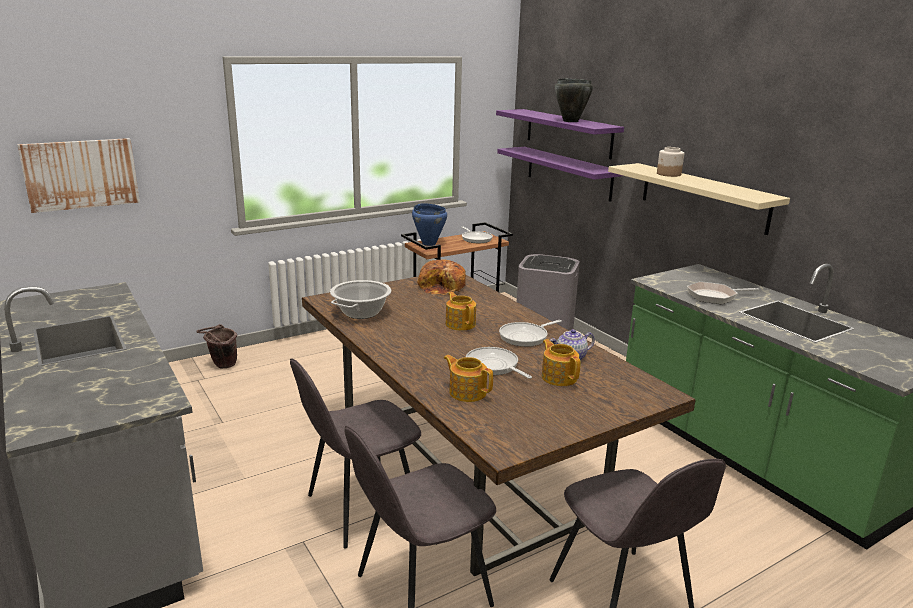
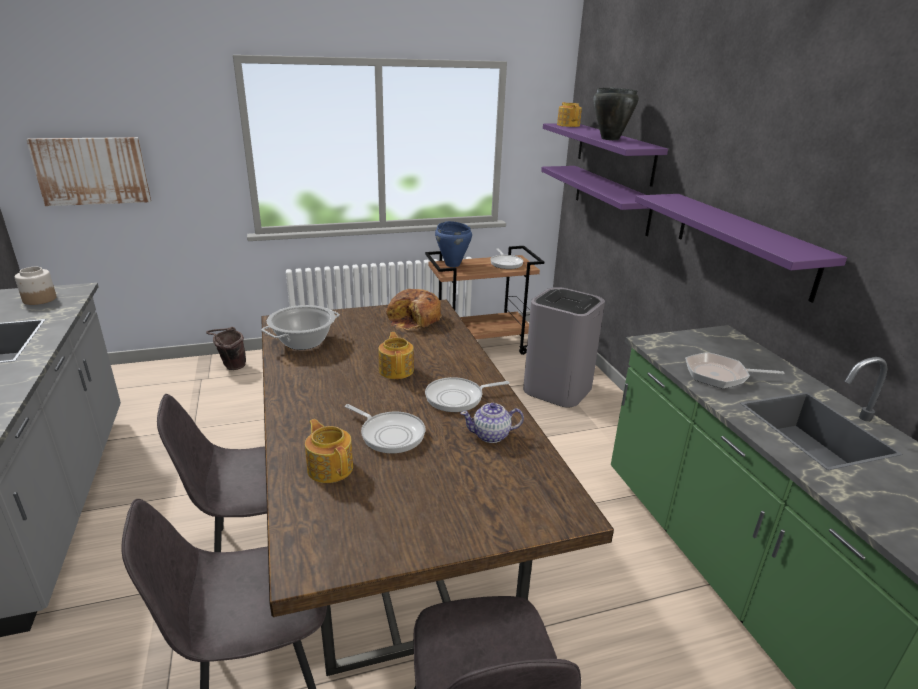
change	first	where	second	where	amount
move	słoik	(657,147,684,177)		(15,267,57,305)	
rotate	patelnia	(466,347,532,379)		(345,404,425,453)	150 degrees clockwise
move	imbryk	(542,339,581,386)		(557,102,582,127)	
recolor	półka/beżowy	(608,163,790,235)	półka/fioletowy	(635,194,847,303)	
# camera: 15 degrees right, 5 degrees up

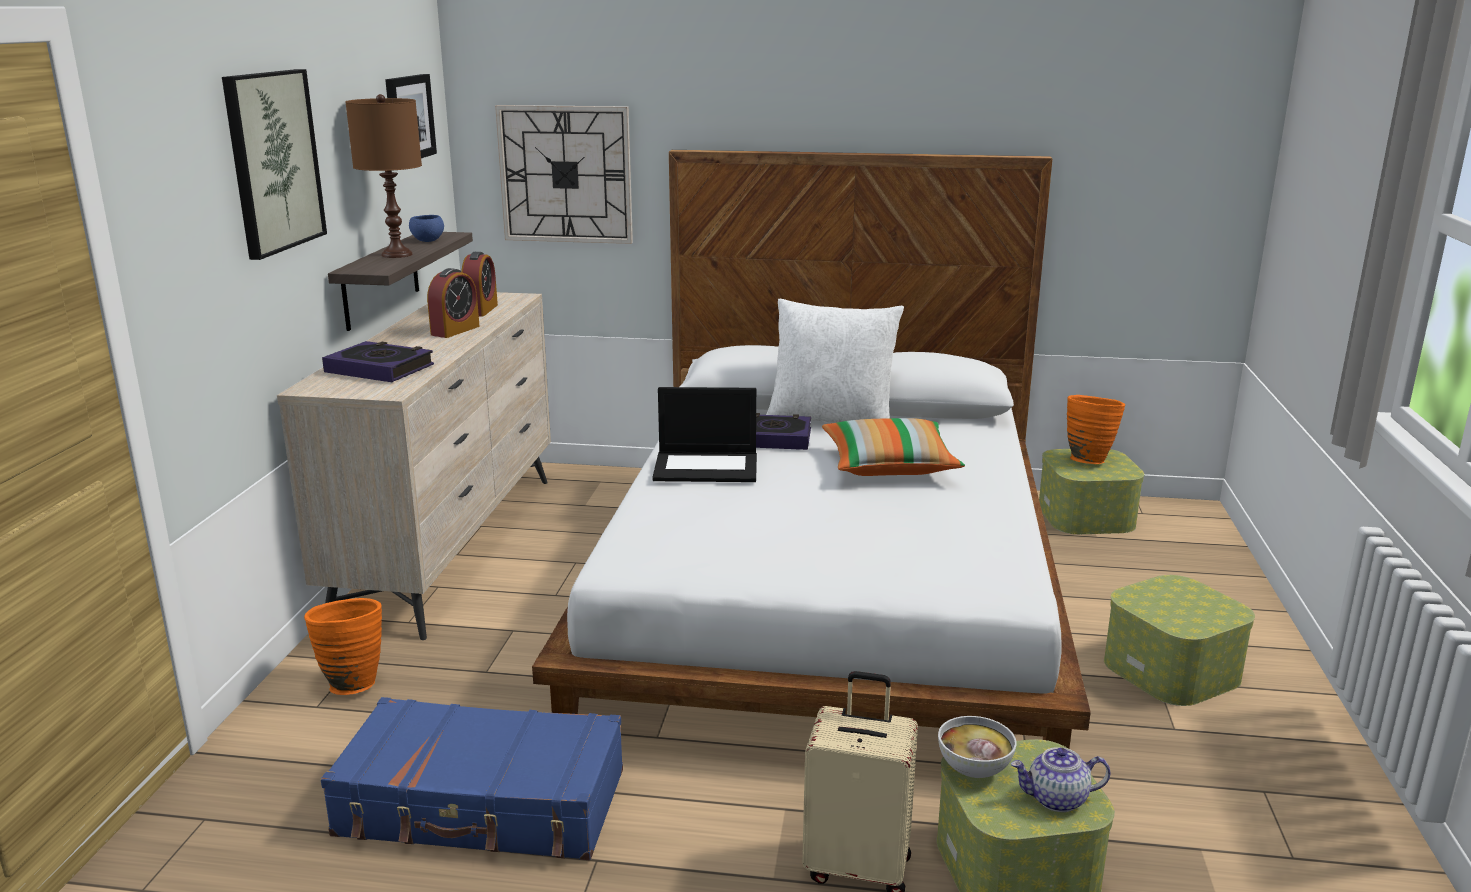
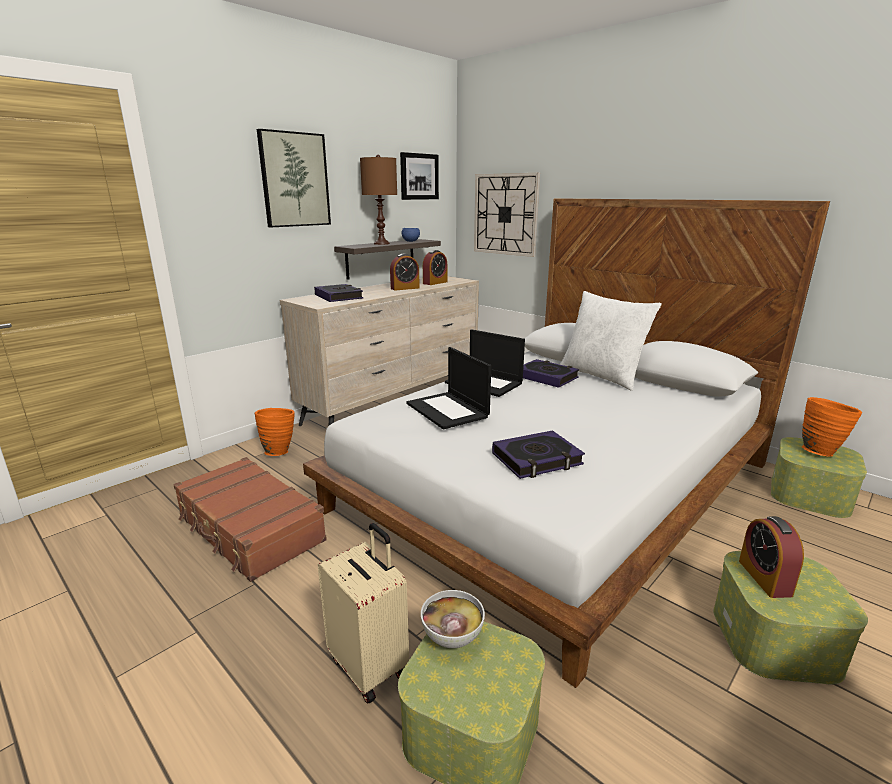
change	first	where	second	where	amount
recolor	walizka/niebieski	(321,697,623,861)	walizka/brązowy	(173,457,327,582)	
insert			laptop	(406,347,491,429)	
insert			książka	(492,430,585,479)	
insert			budzik	(739,516,804,598)	
delete	poduszka	(822,418,965,476)			
delete	imbryk	(1011,747,1110,812)			
# camera: 35 degrees right, 0 degrees up

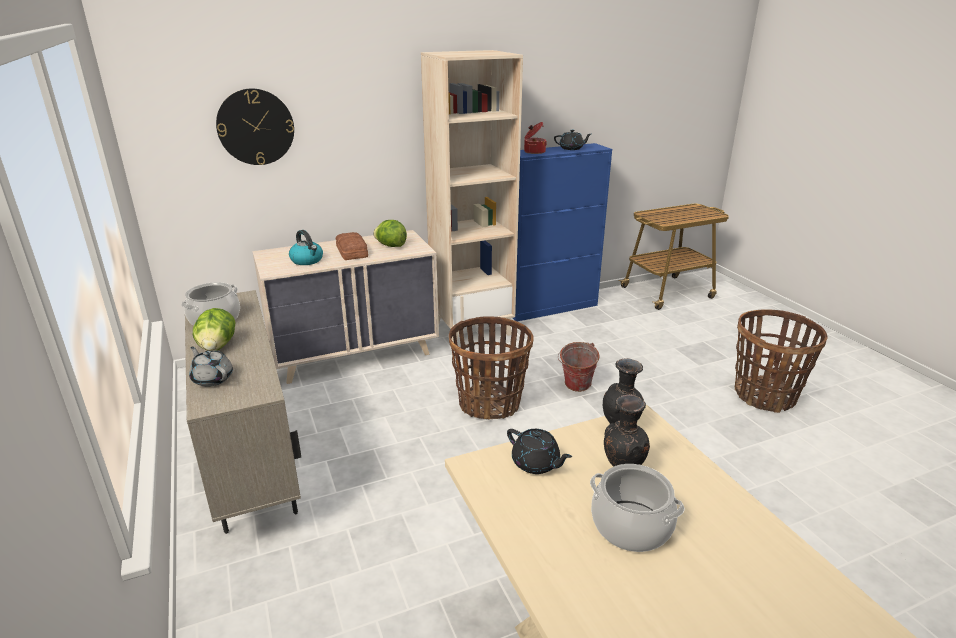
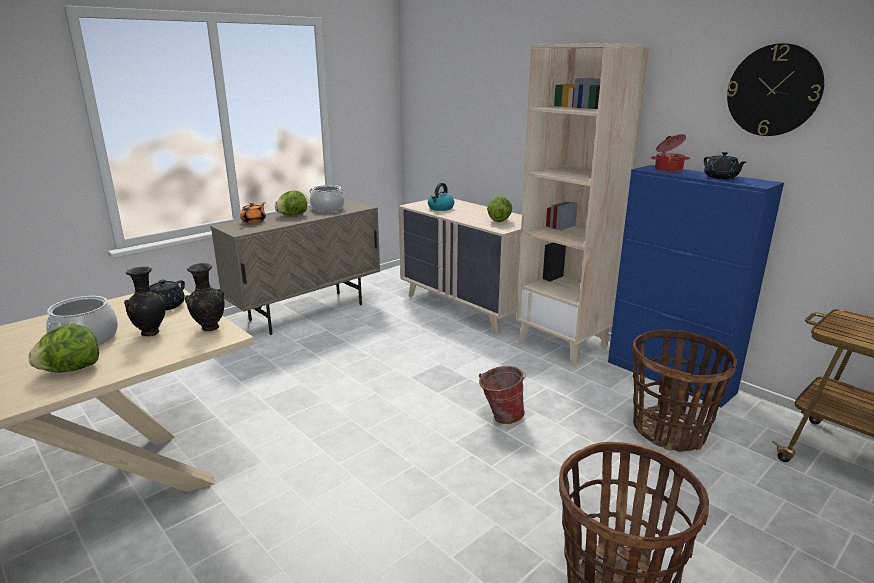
change	first	where	second	where	amount
insert			sałata	(28,324,99,372)	
recolor	imbryk/szary	(189,347,233,387)	imbryk/pomarańczowy	(240,202,266,224)	
move	koszyk	(449,316,534,420)		(632,329,737,452)	
move	zegar ścienny	(216,89,294,165)		(727,43,824,136)	
delete	chleb	(336,232,368,260)			
# camera: 70 degrees right, 5 degrees down

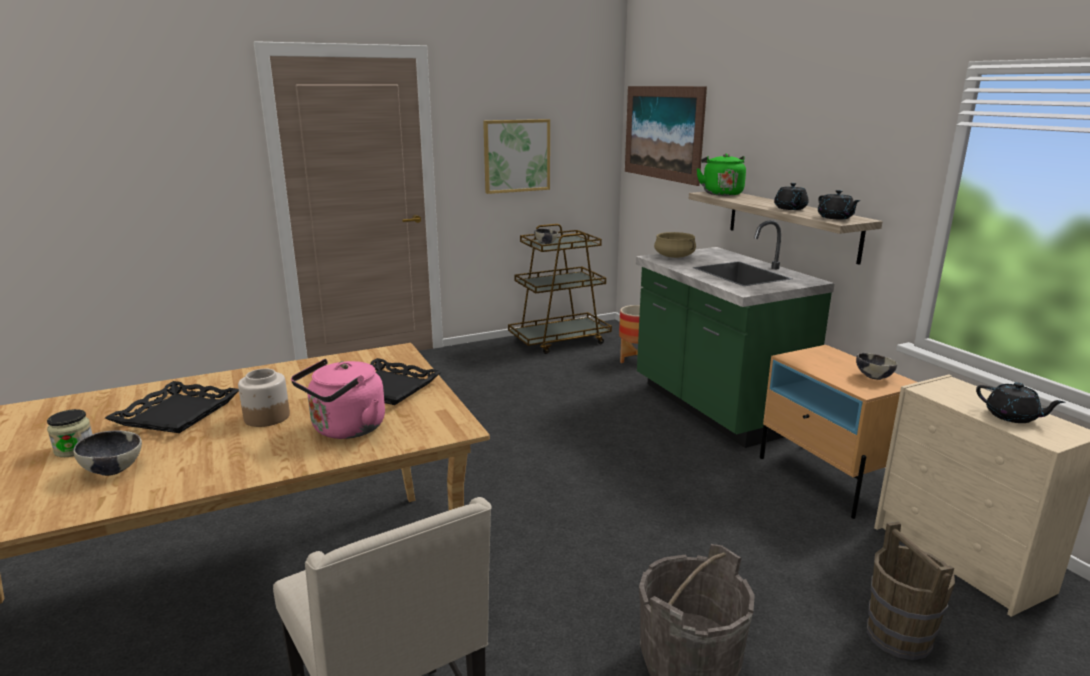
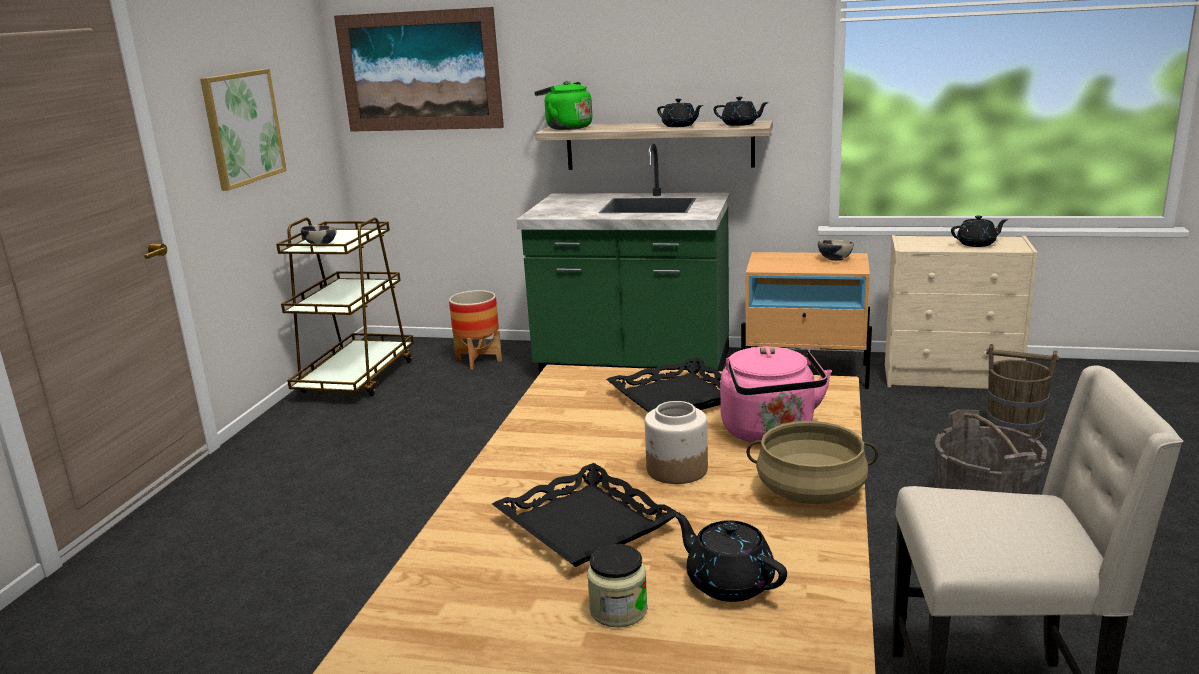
change	first	where	second	where	amount
replace	miska	(73,430,142,476)	imbryk/czarny	(673,512,787,602)	
move	garnek/beżowy	(654,232,696,258)		(746,421,878,504)	
# camera: 50 degrees left, 0 degrees up

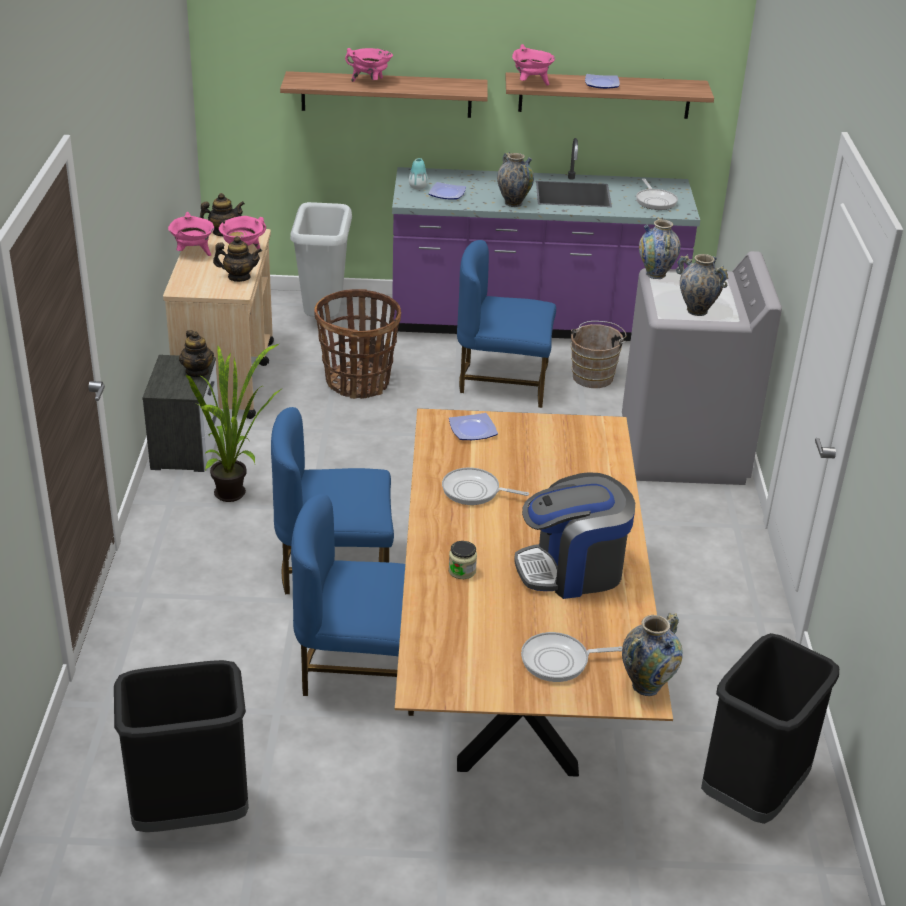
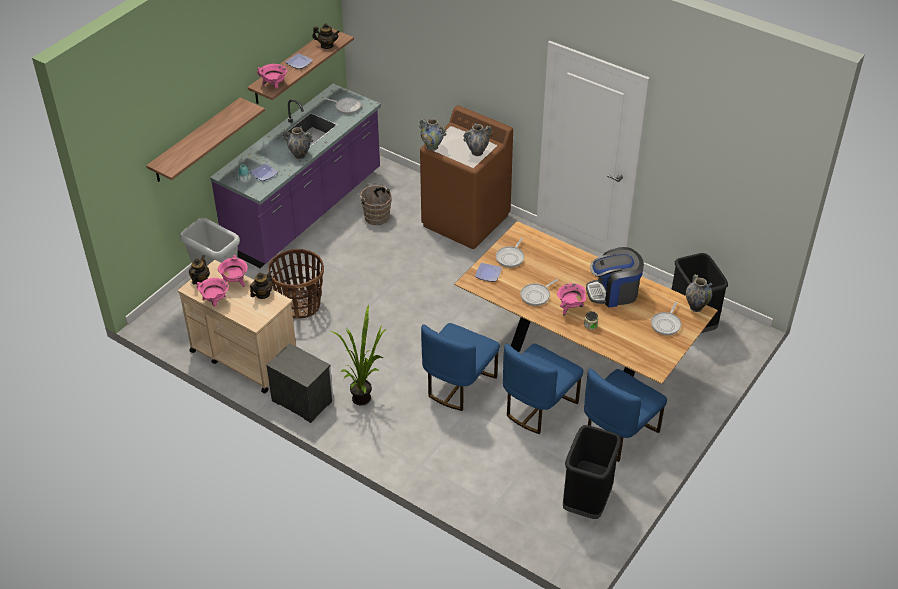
change	first	where	second	where	amount
move	imbryk	(179,330,214,378)		(312,23,340,49)	
recolor	pralka/szary	(622,251,782,485)	pralka/brązowy	(420,106,513,249)	
insert			patelnia	(496,237,524,268)	
move	garnek/różowy	(345,48,393,82)		(557,283,587,316)	
move	krzesło/niebieski	(457,240,556,408)		(584,369,667,462)	
rotate	ekspres do kawy	(514,472,635,599)		(586,247,644,308)	60 degrees clockwise
# camera: 55 degrees left, 10 degrees up

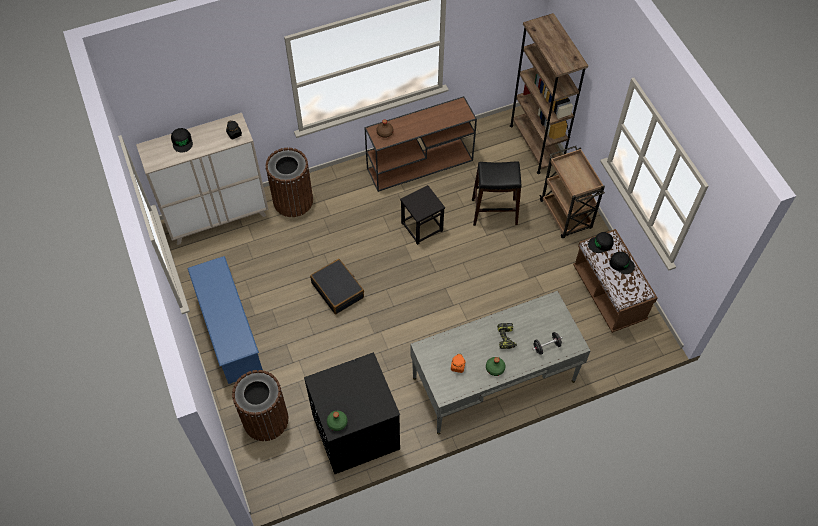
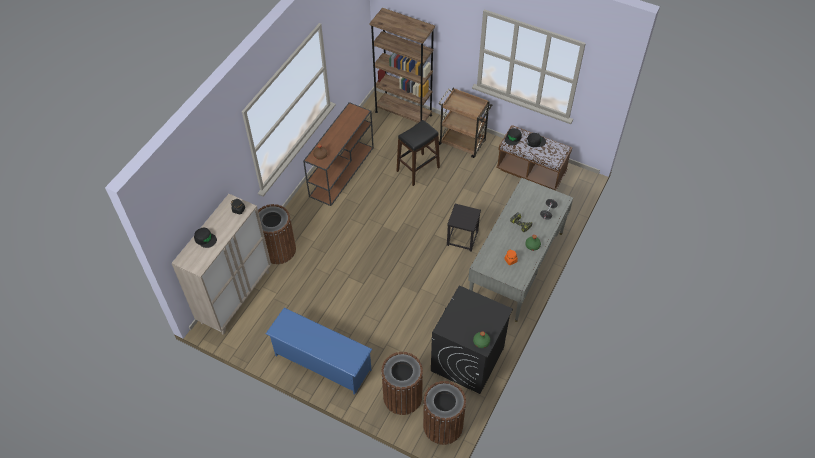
change	first	where	second	where	amount
insert			kosz na śmieci/brązowy	(423,381,466,445)	
move	stołek/czarny	(400,185,445,245)		(447,204,481,252)	
delete	walizka/czarny	(310,259,364,314)			
# camera: 40 degrees left, 5 degrees down

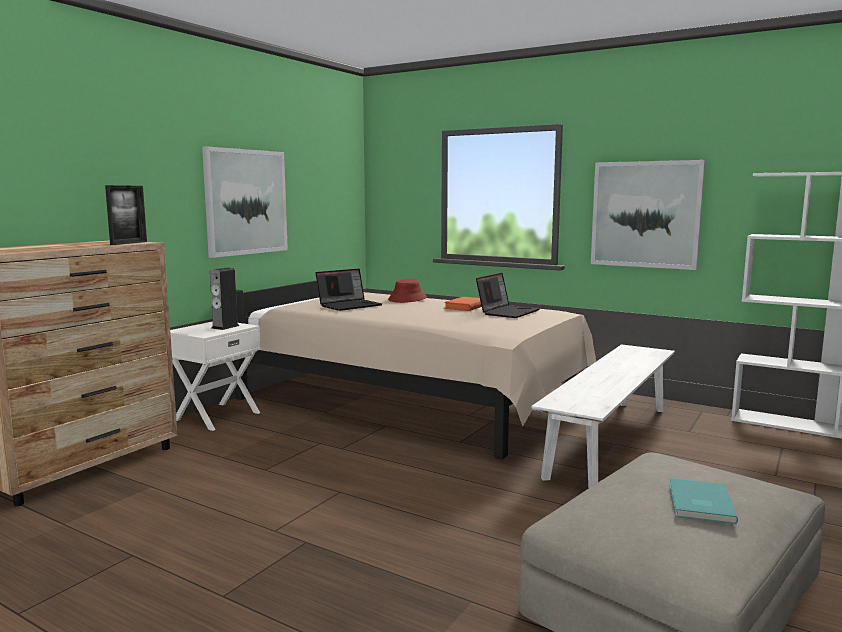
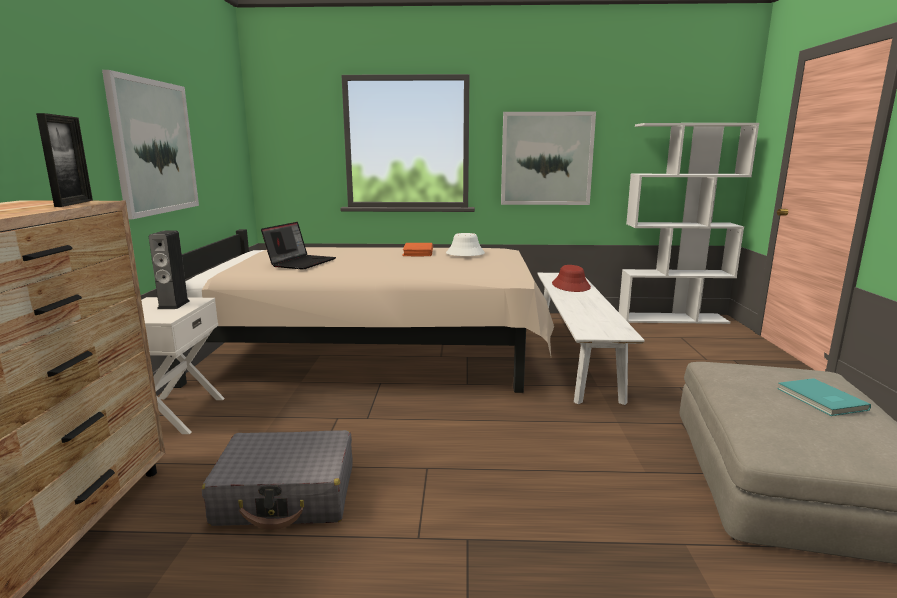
change	first	where	second	where	amount
insert			walizka/szary	(202,430,353,530)	
replace	laptop	(476,273,540,318)	kapelusz/biały	(446,233,485,256)	
move	kapelusz/czerwony	(388,279,427,303)		(552,265,591,292)	
# camera: 30 degrees left, 5 degrees up

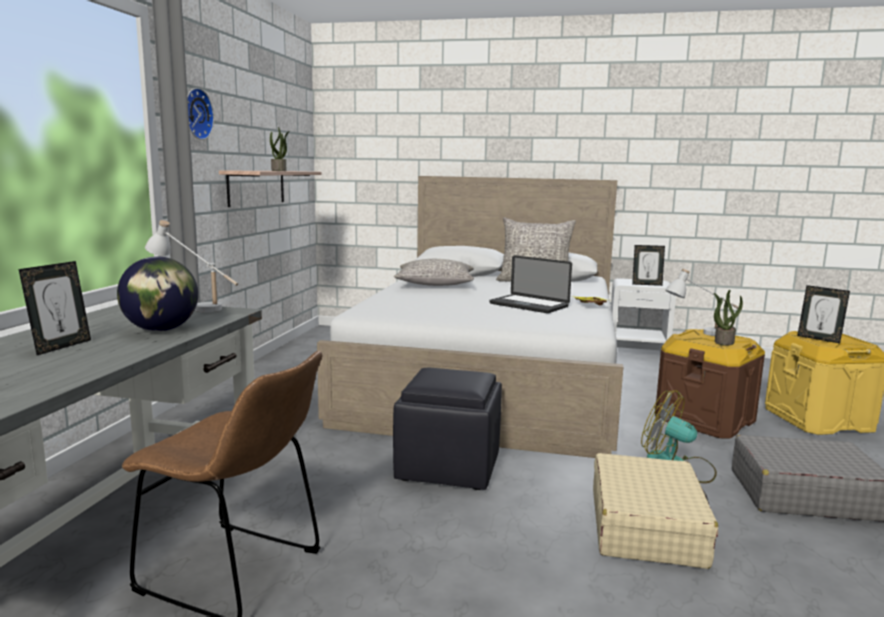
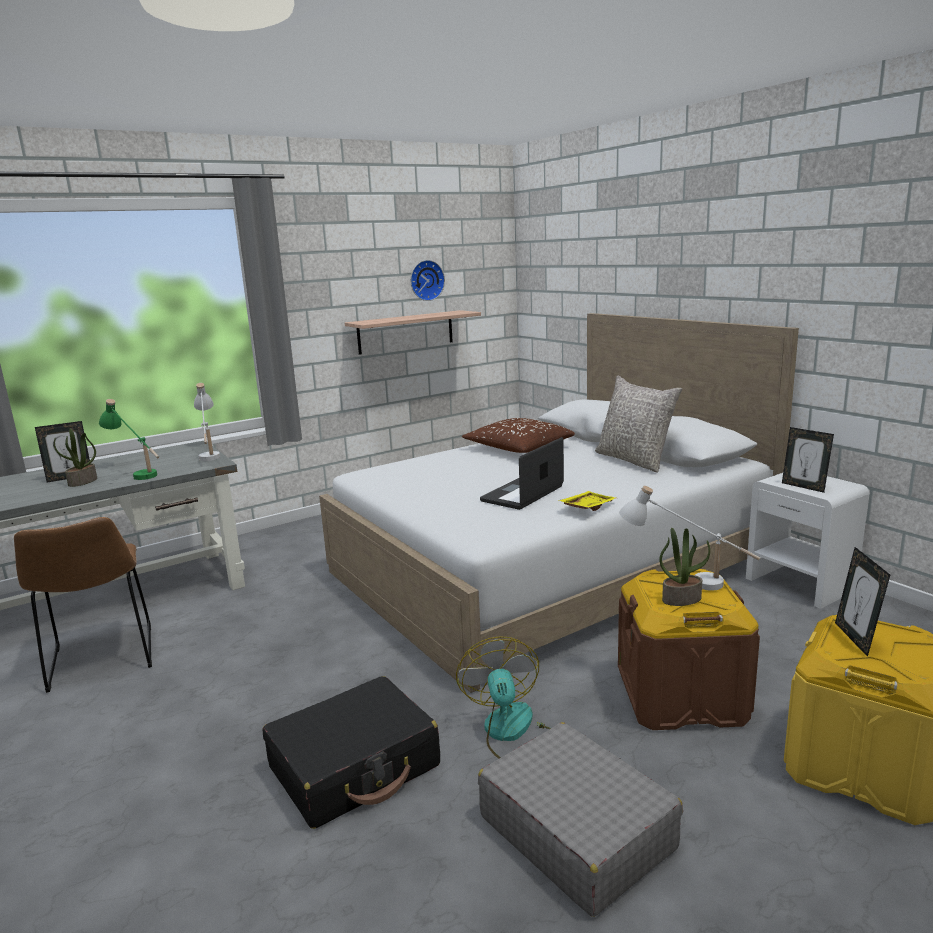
change	first	where	second	where	amount
move	roślina doniczkowa	(270,127,290,171)		(54,428,97,487)	
replace	globus	(117,256,198,331)	lampa stołowa/zielony	(99,399,159,480)	
recolor	walizka/beżowy	(593,453,718,569)	walizka/czarny	(262,676,440,829)	
move	zegar ścienny	(187,88,214,140)		(411,260,445,301)	
recolor	poduszka/szary	(394,259,474,286)	poduszka/brązowy	(462,418,575,453)	
rotate	laptop	(489,255,572,313)		(480,437,564,510)	45 degrees clockwise
delete	pufa/czarny	(393,368,502,490)			
# camera: 45 degrees right, 5 degrees up

